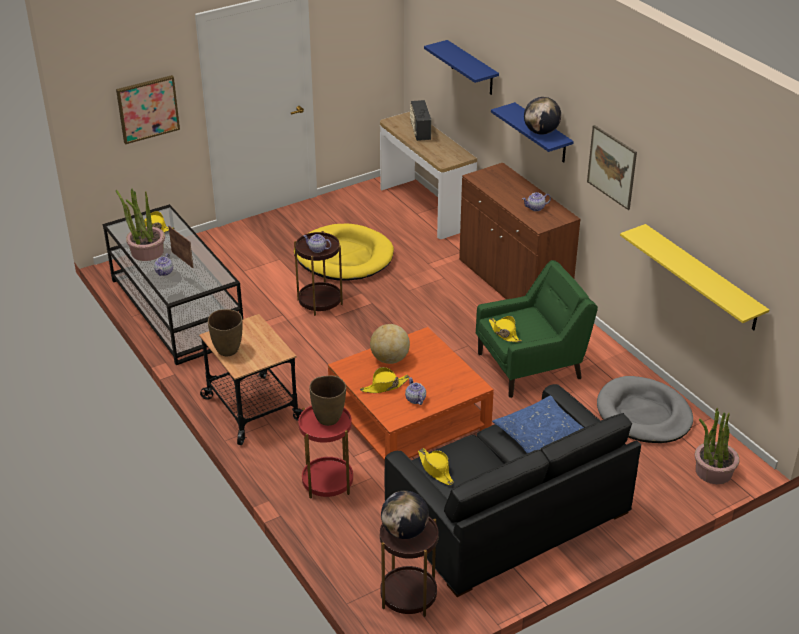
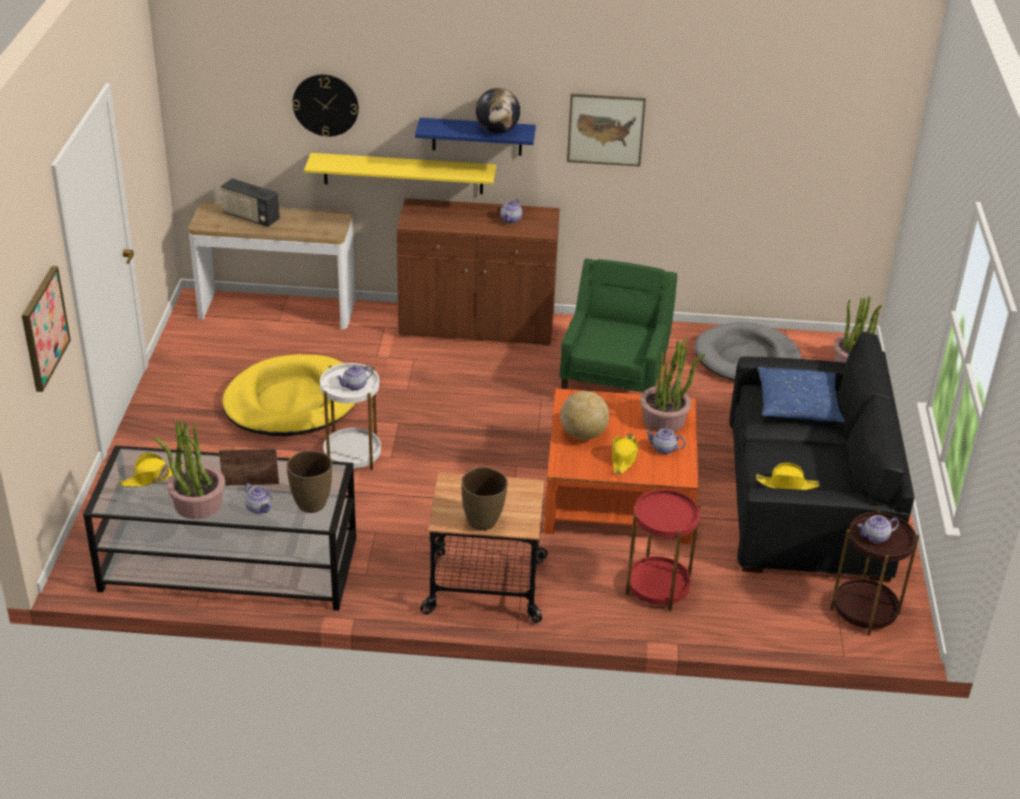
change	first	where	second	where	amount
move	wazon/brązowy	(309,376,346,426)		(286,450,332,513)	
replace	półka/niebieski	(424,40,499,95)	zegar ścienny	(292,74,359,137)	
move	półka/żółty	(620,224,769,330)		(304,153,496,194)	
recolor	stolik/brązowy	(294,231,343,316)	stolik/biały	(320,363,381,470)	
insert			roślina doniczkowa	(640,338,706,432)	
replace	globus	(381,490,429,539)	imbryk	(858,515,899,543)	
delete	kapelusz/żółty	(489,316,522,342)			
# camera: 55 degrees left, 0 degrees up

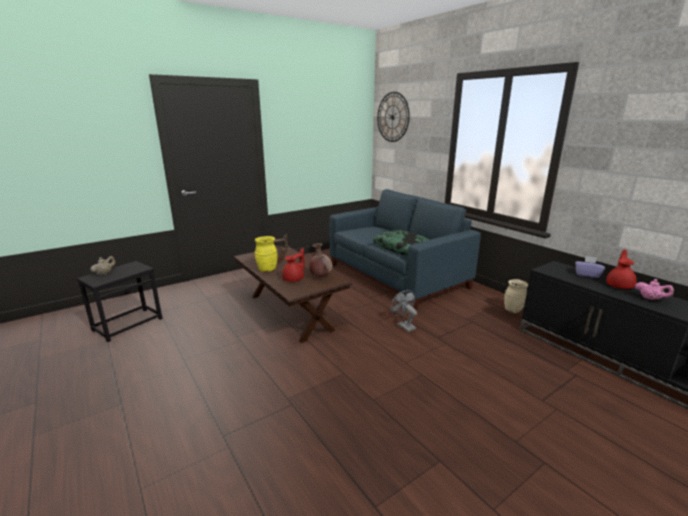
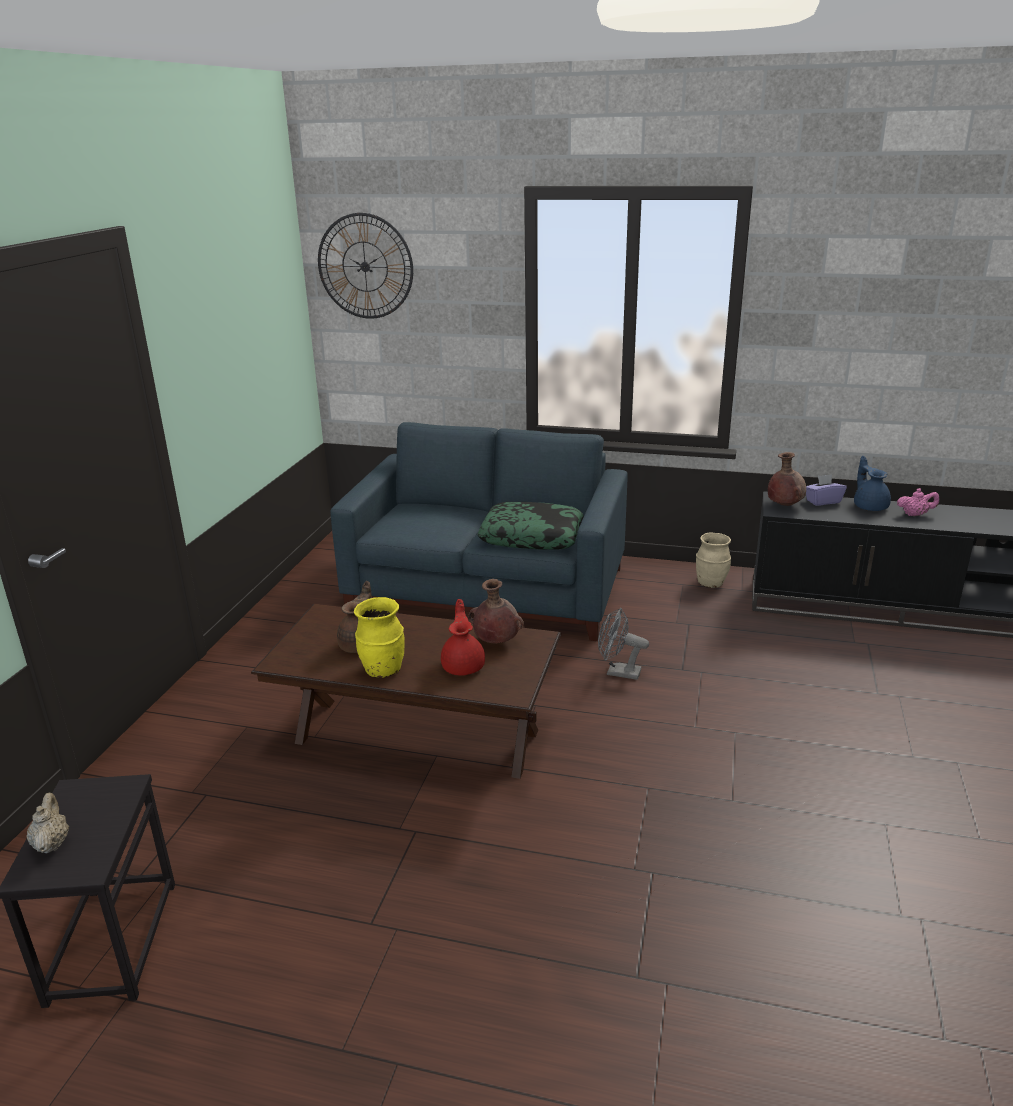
change	first	where	second	where	amount
insert			wazon/brązowy	(768,452,806,506)	
recolor	imbryk/czerwony	(606,249,637,289)	imbryk/niebieski	(854,456,891,511)	
# camera: 40 degrees left, 5 degrees up

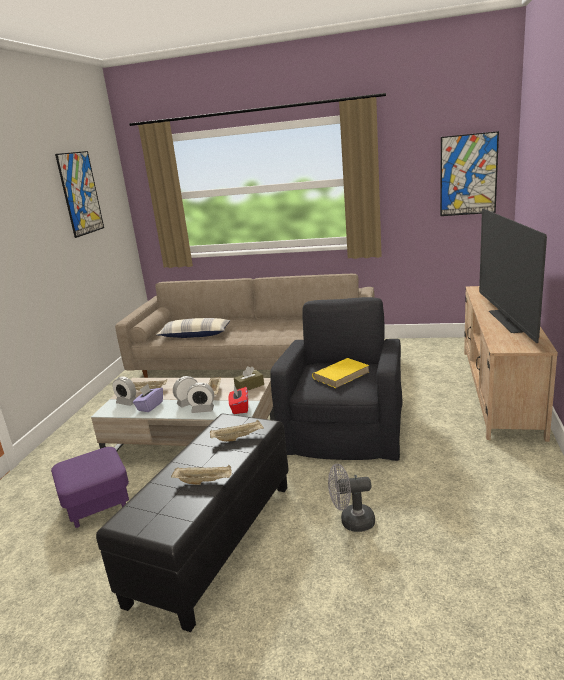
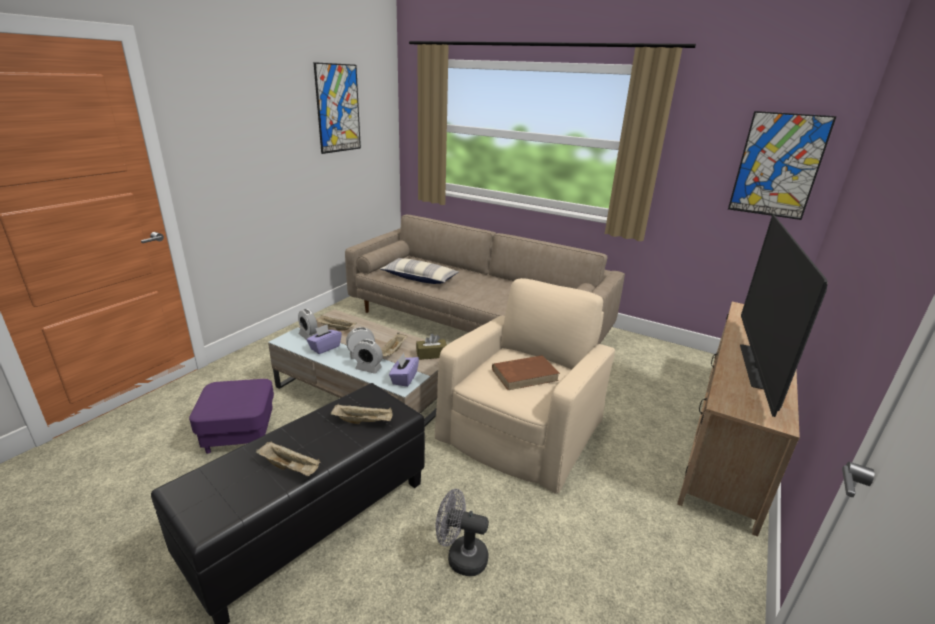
change	first	where	second	where	amount
recolor	pudełko chusteczek/czerwony	(228,385,248,414)	pudełko chusteczek/fioletowy	(389,353,419,387)	
recolor	fotel/czarny	(270,297,403,461)	fotel/beżowy	(435,278,615,494)	
recolor	książka/żółty	(312,358,369,388)	książka/brązowy	(492,355,560,390)	
# camera: 15 degrees right, 5 degrees up

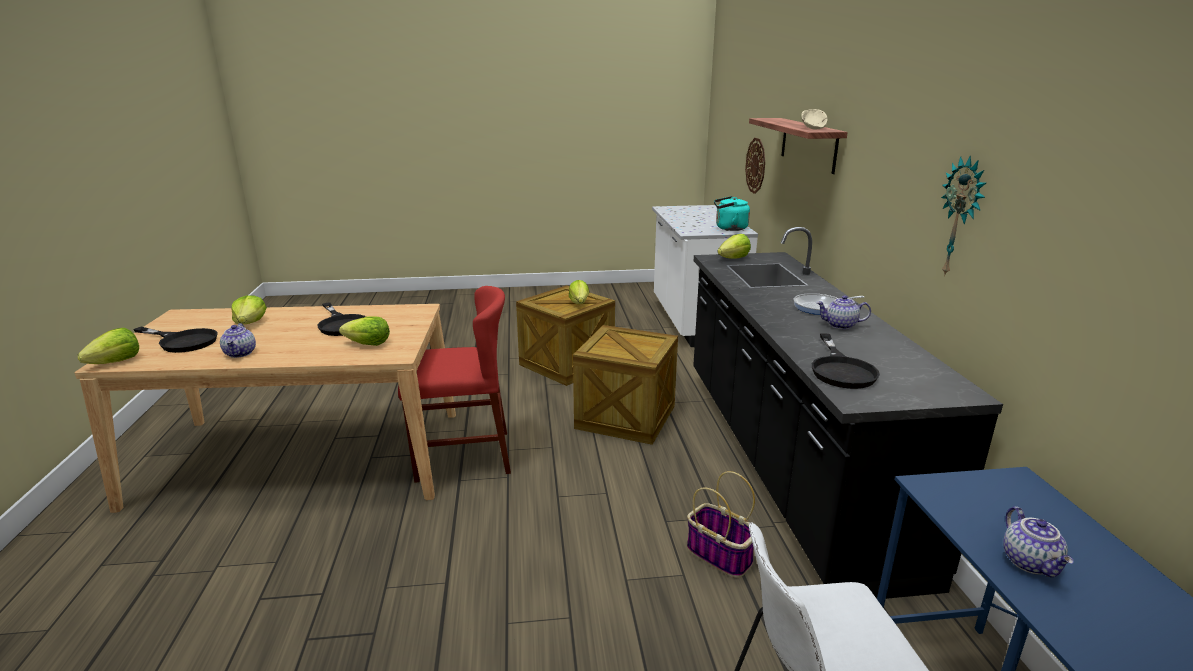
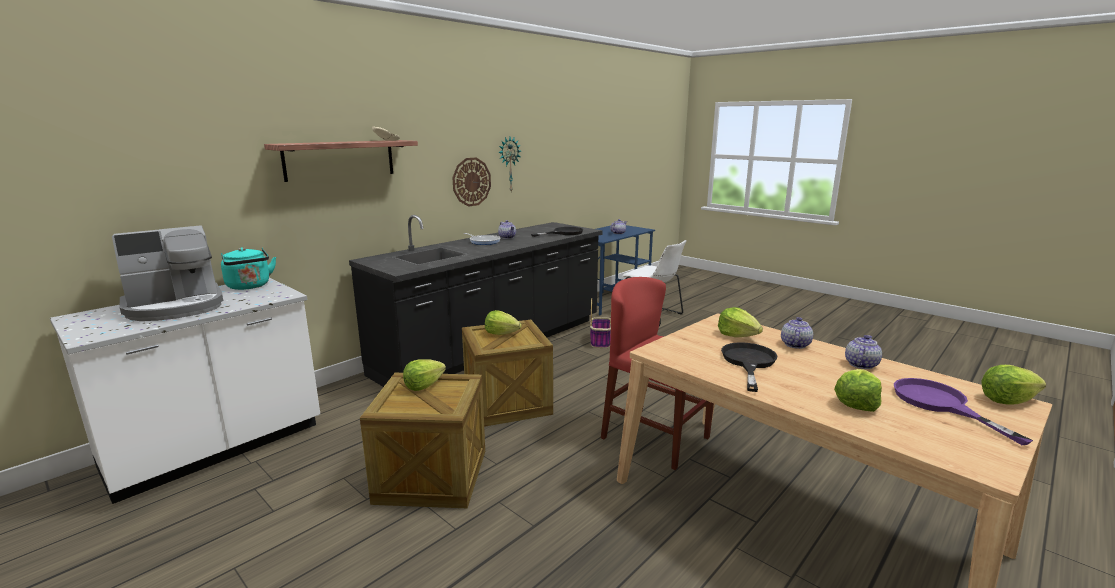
change	first	where	second	where	amount
insert			ekspres do kawy	(112,225,223,321)	
move	zegar ścienny	(745,138,765,194)		(452,158,491,207)	
move	sałata	(718,234,751,259)		(485,310,522,335)	
insert			imbryk	(781,317,813,349)	
recolor	patelnia/czarny	(133,327,218,353)	patelnia/fioletowy	(894,378,1033,445)	
# camera: 130 degrees left, 5 degrees down

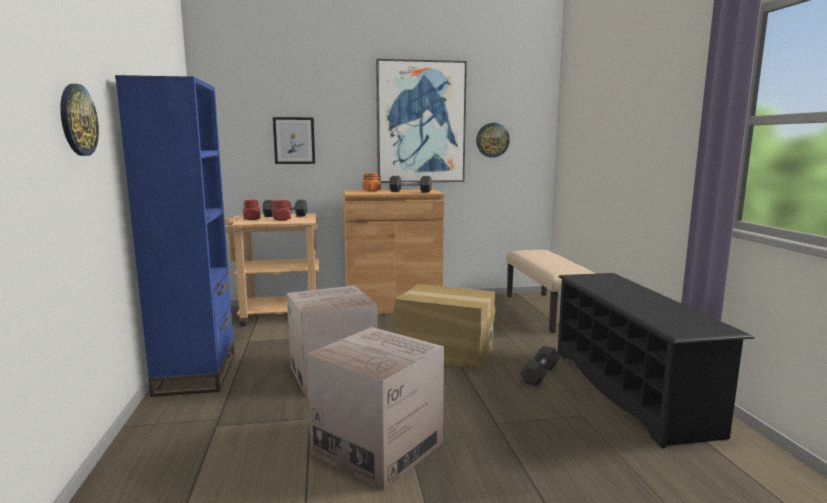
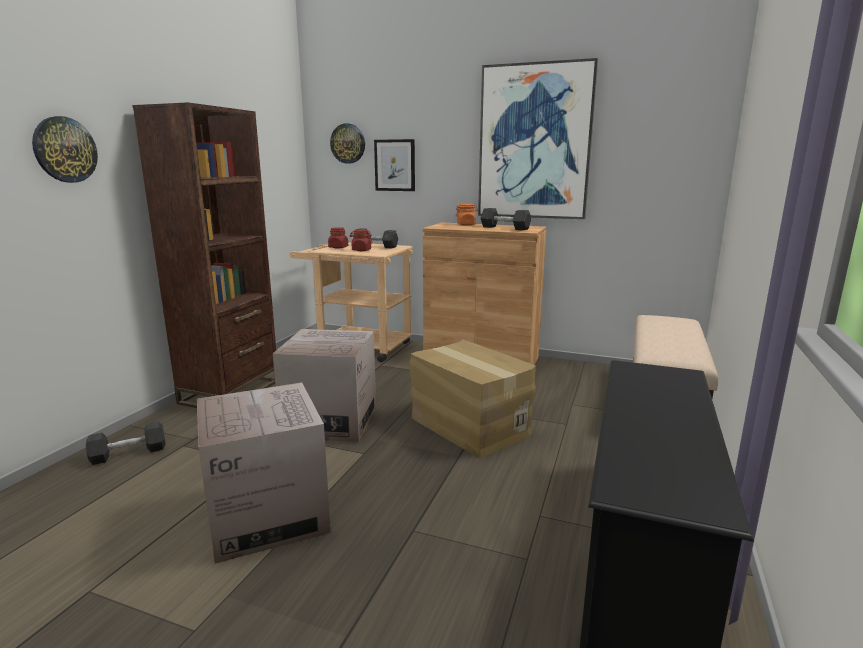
change	first	where	second	where	amount
move	hantel/szary	(520,346,560,386)		(86,421,166,465)	
recolor	regał/niebieski	(115,75,235,397)	regał/brązowy	(132,102,276,408)	
move	zegar ścienny	(476,123,510,157)		(330,123,365,164)	
# camera: 30 degrees right, 5 degrees up

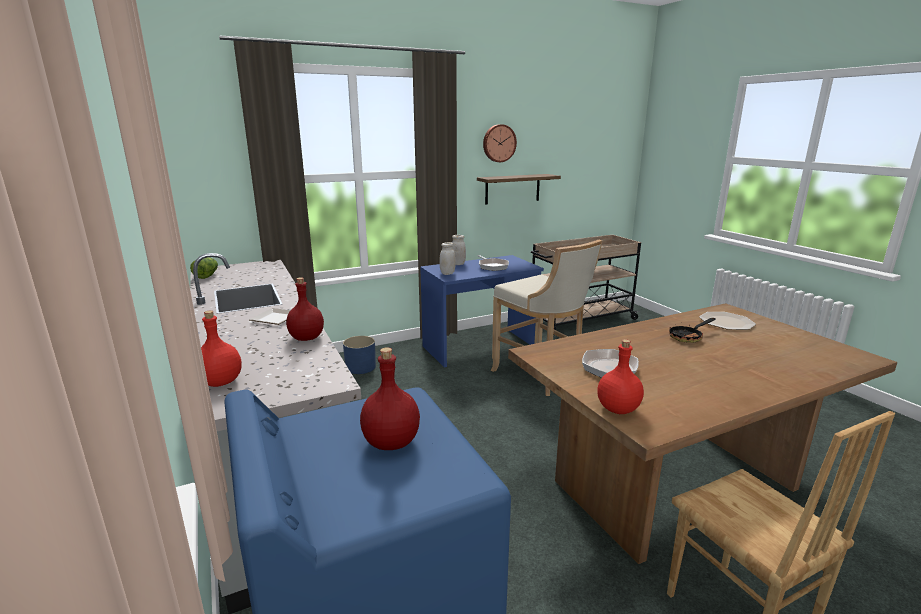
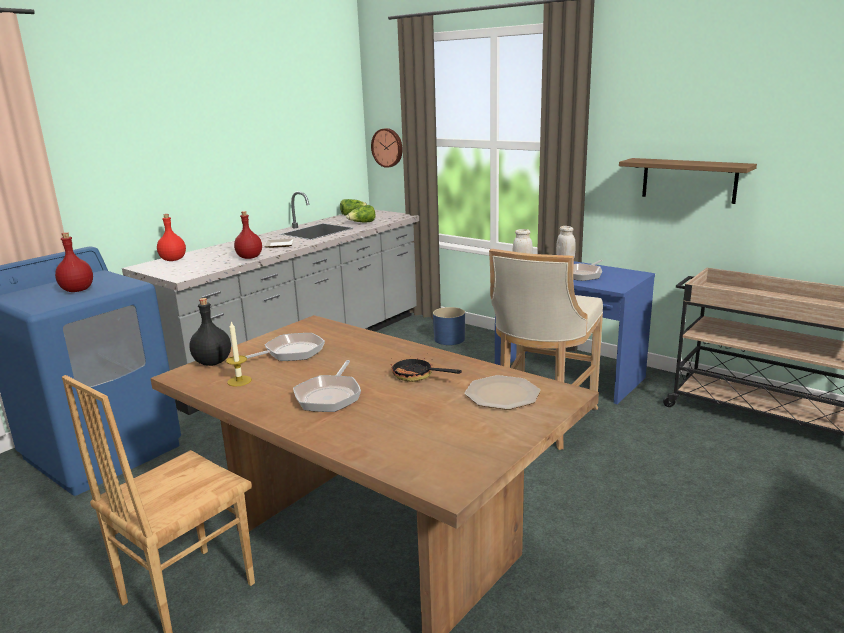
change	first	where	second	where	amount
recolor	butelka/czerwony	(597,339,644,414)	butelka/czarny	(189,298,231,366)	
insert			świeca	(226,322,252,387)	
insert			patelnia	(293,360,361,412)	
insert			sałata	(346,205,375,223)	
move	zegar ścienny	(483,124,517,162)		(371,128,403,168)	
# camera: 65 degrees right, 0 degrees up

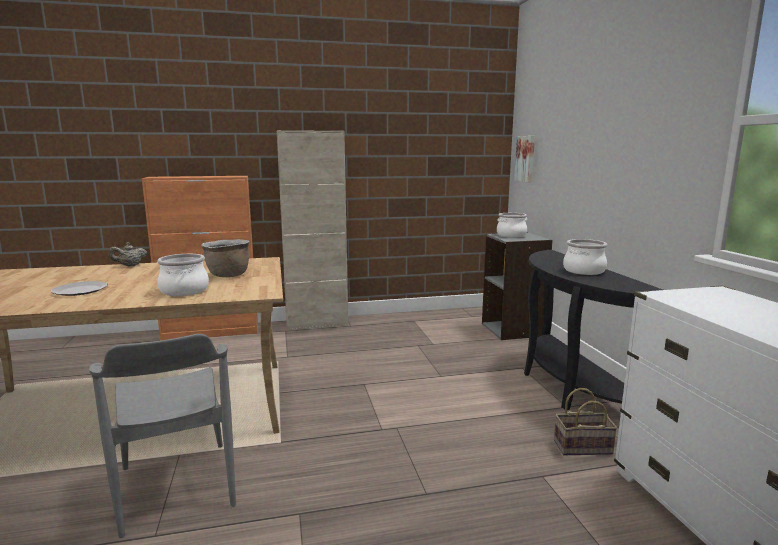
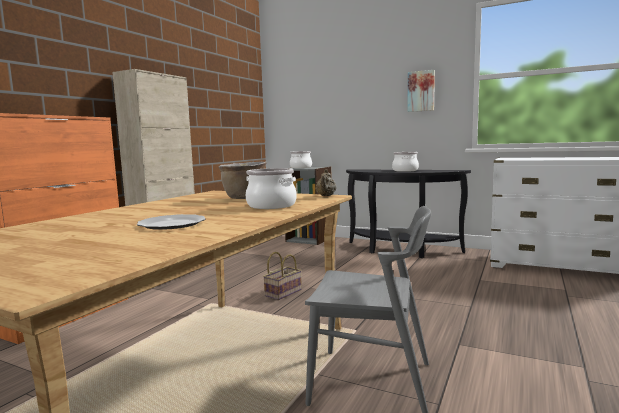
change	first	where	second	where	amount
move	koszyk	(554,388,617,455)		(263,252,302,300)	
move	imbryk/beżowy	(109,242,147,266)		(316,169,336,196)	
move	obraz	(514,136,535,182)		(408,70,435,112)	
# camera: 50 degrees left, 5 degrees down

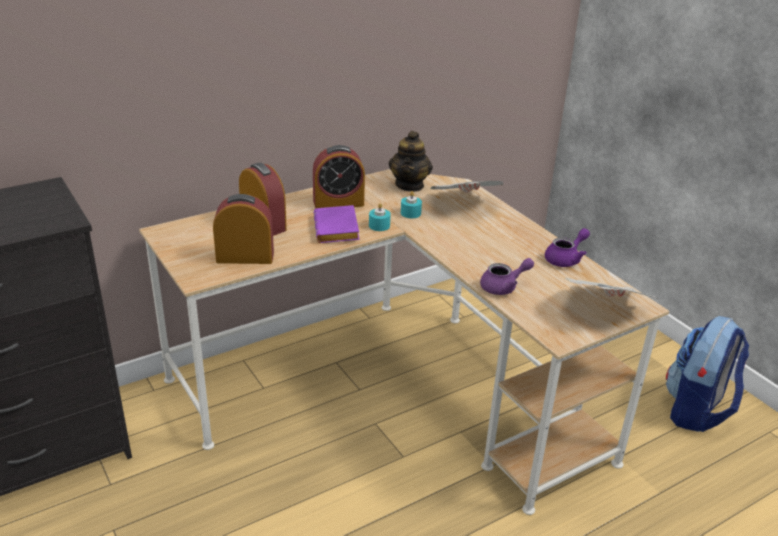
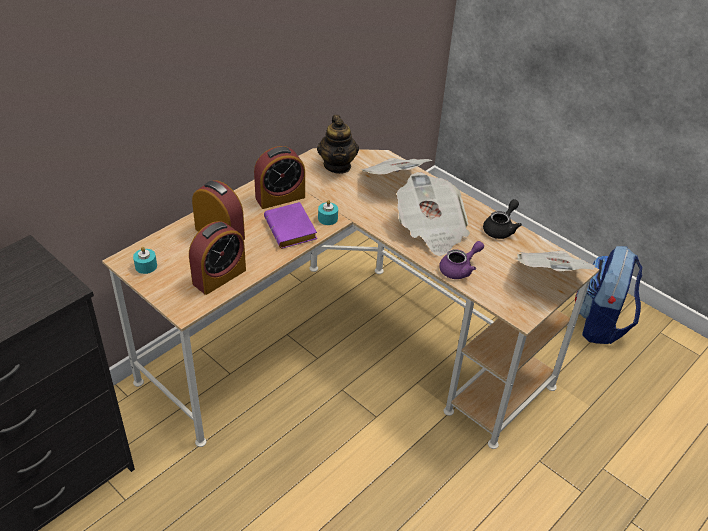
change	first	where	second	where	amount
move	świeca/turkusowy	(401,191,422,218)		(133,247,157,274)	
rotate	budzik	(213,194,274,264)		(189,221,246,295)	150 degrees clockwise
insert			gazeta	(397,172,470,256)	
recolor	imbryk/fioletowy	(545,228,590,267)	imbryk/czarny	(483,199,522,239)	
# camera: 15 degrees left, 10 degrees up

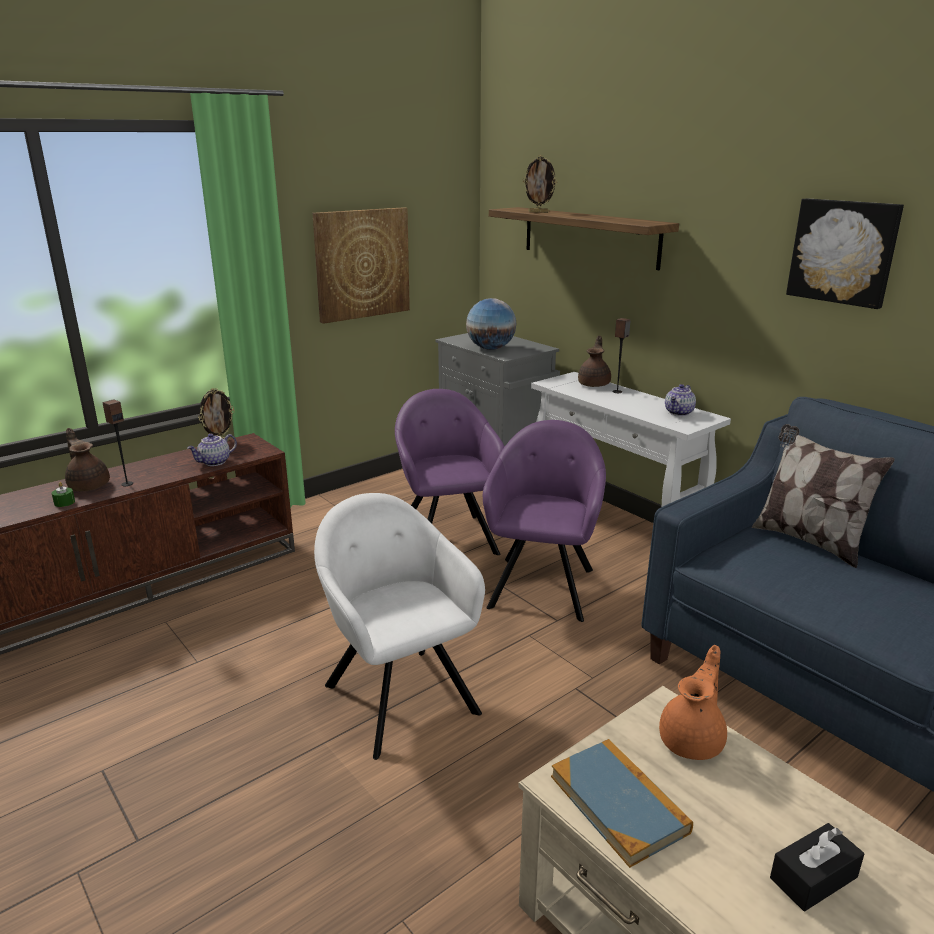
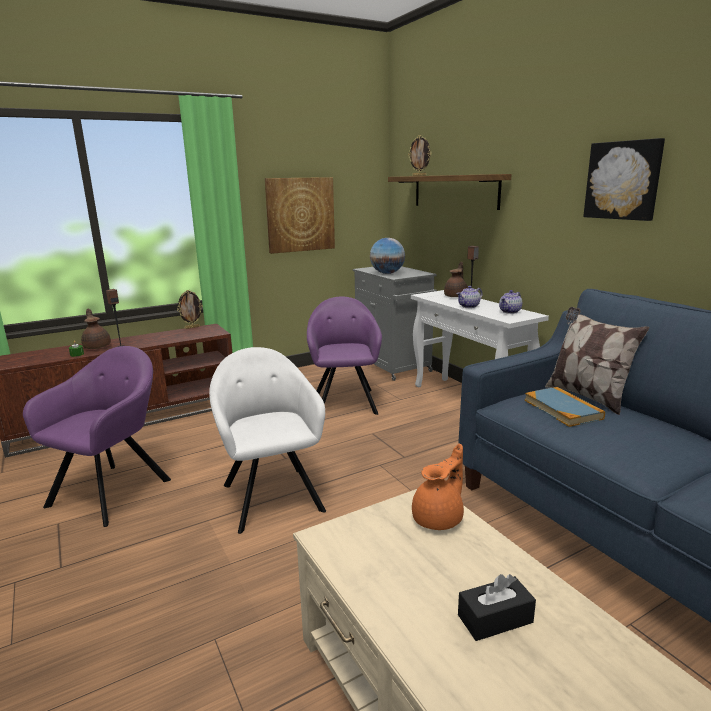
change	first	where	second	where	amount
move	fotel/fioletowy	(483,420,606,622)		(23,346,171,527)	
move	imbryk	(187,434,237,466)		(456,286,483,308)	
move	książka	(551,739,693,868)		(525,387,605,427)	
# camera: 10 degrees right, 5 degrees down

